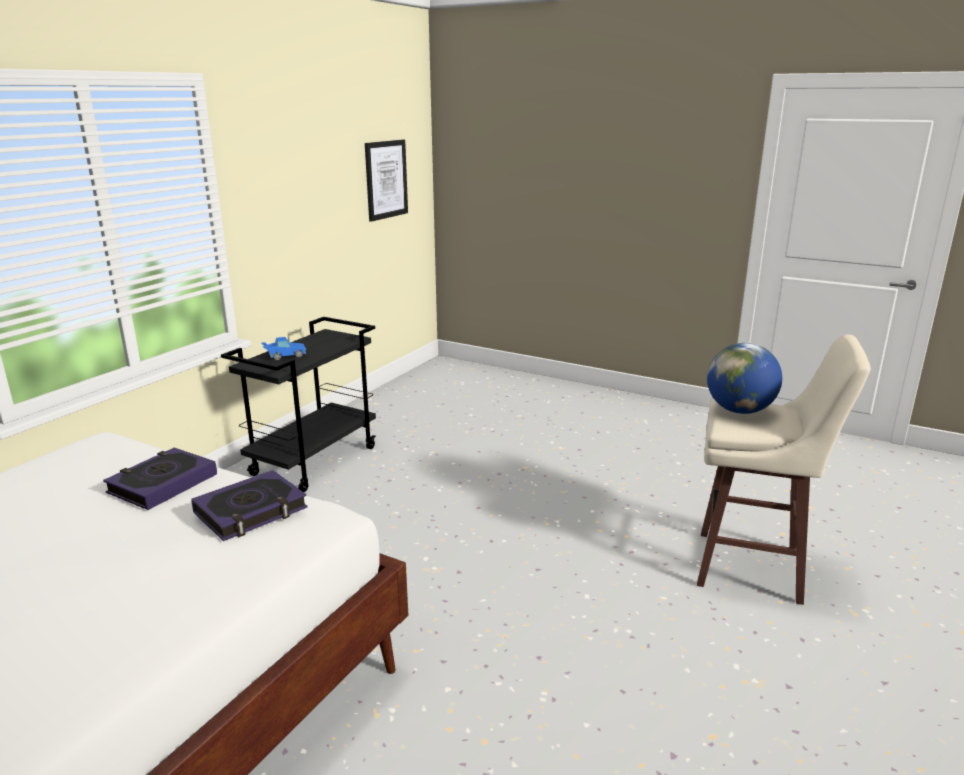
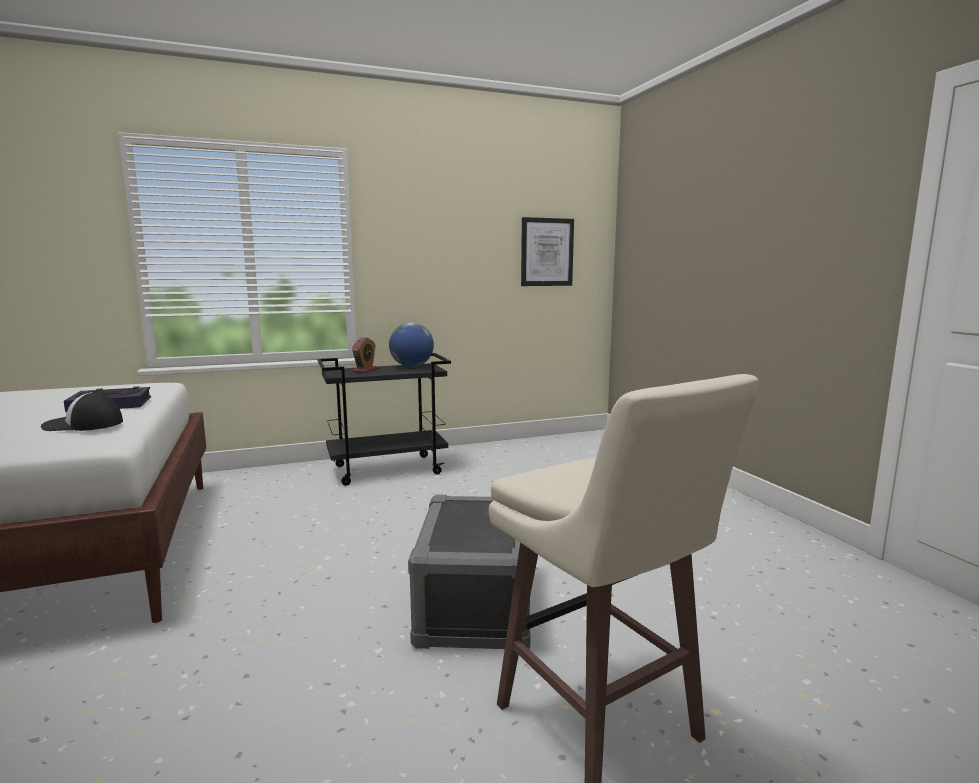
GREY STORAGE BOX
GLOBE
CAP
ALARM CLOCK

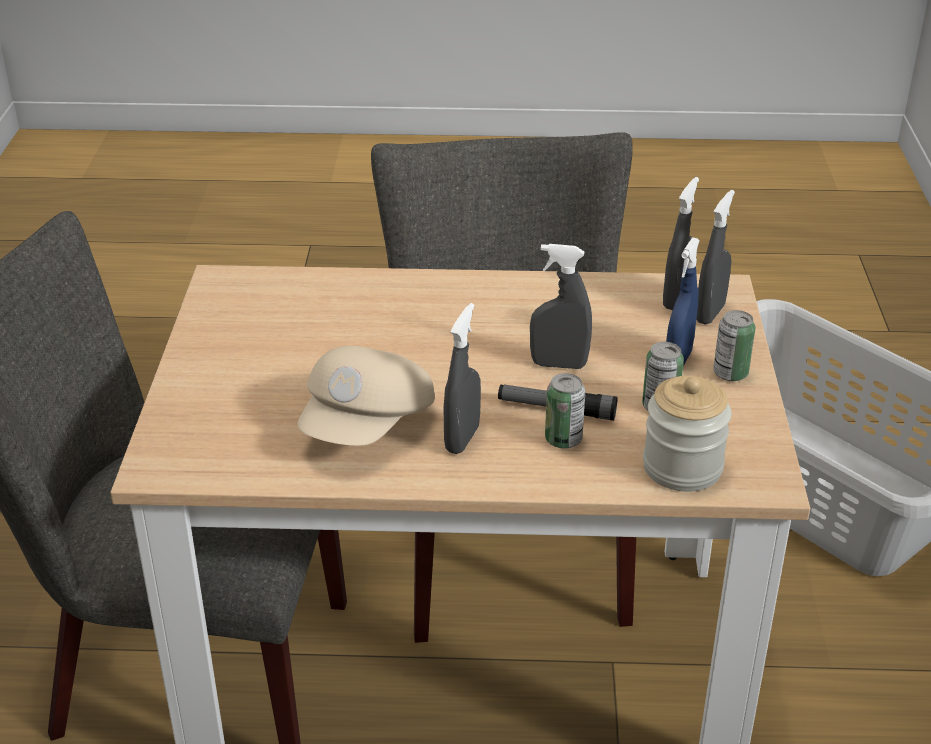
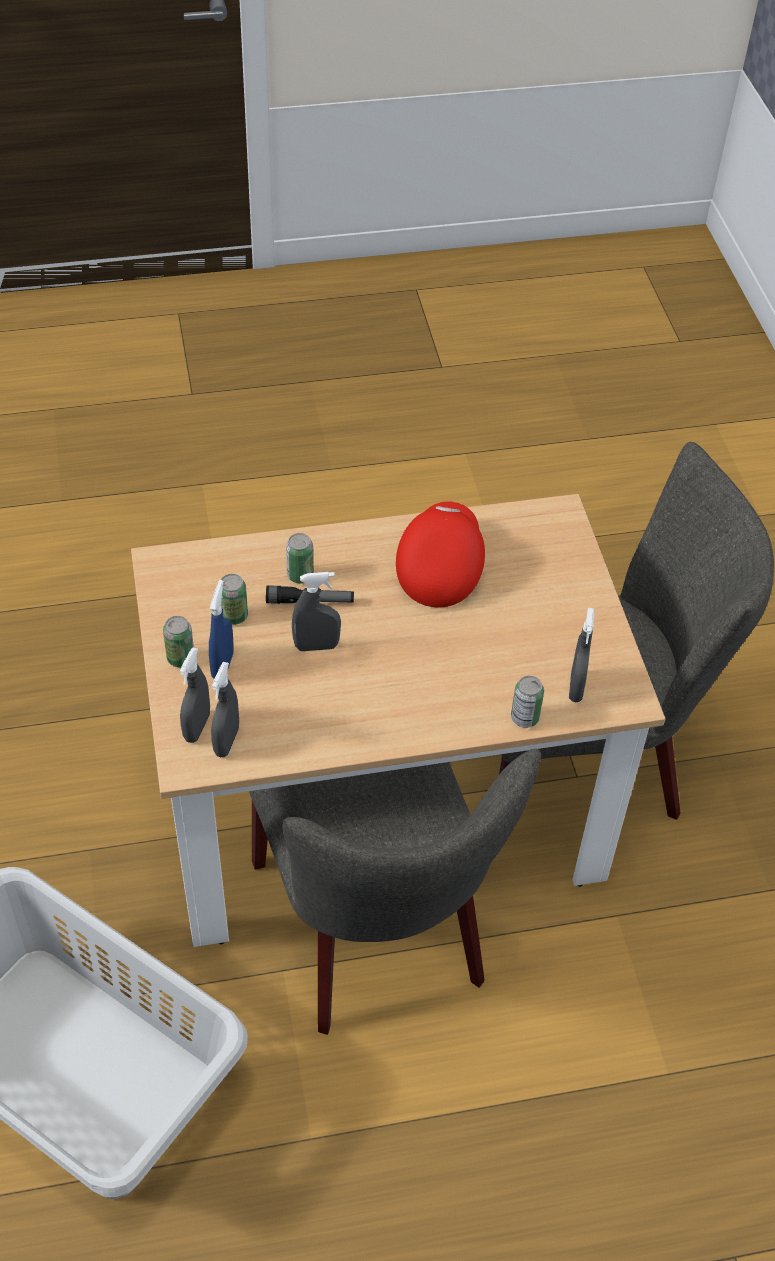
JAR
CAN (no. 4 from left)
GREY SPRAY BOTTLE (no. 4 from left)
RED CAP

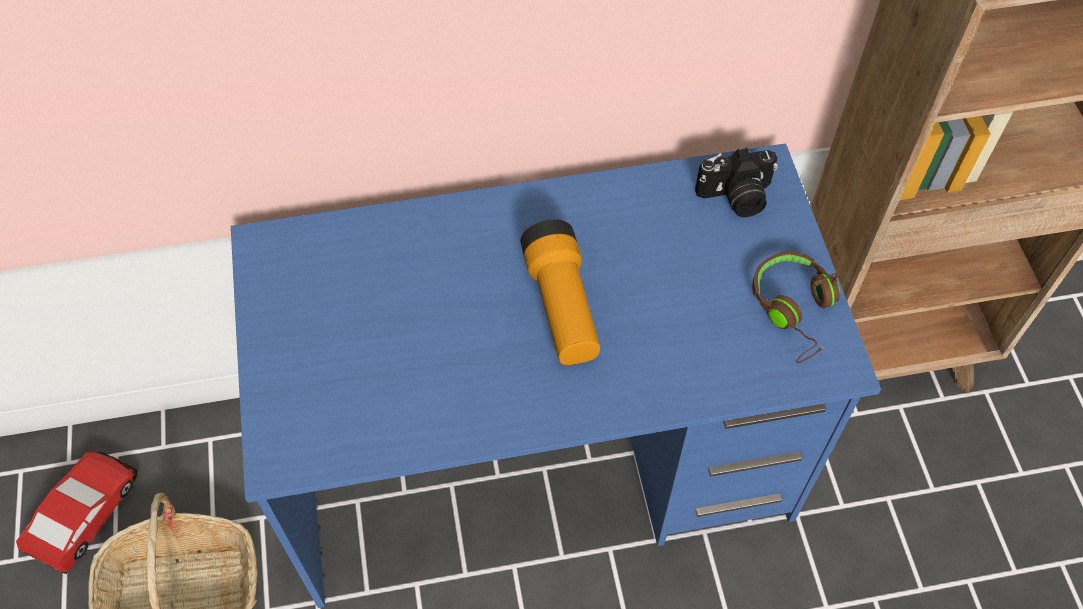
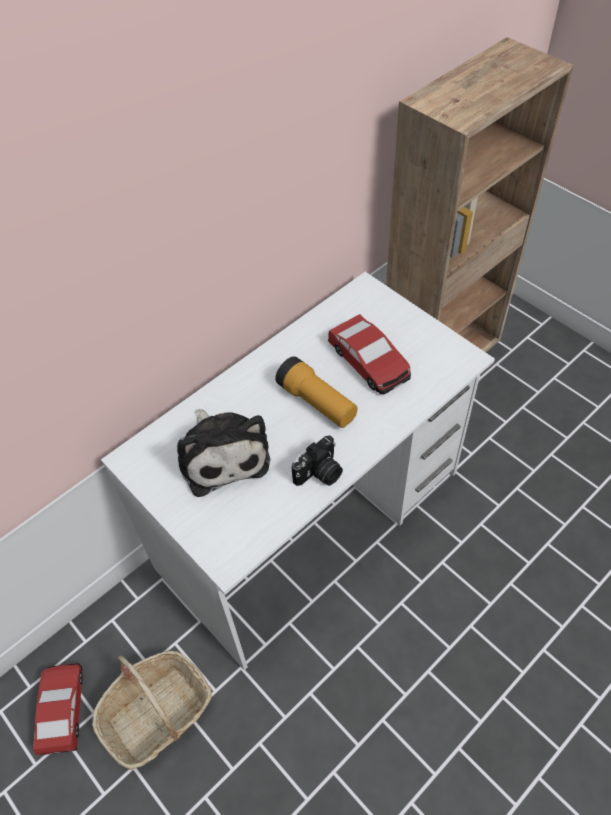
BROWN HEADPHONES
PLUSH TOY
TOY CAR (no. 2 from left)
PHOTO CAMERA
WHITE DESK

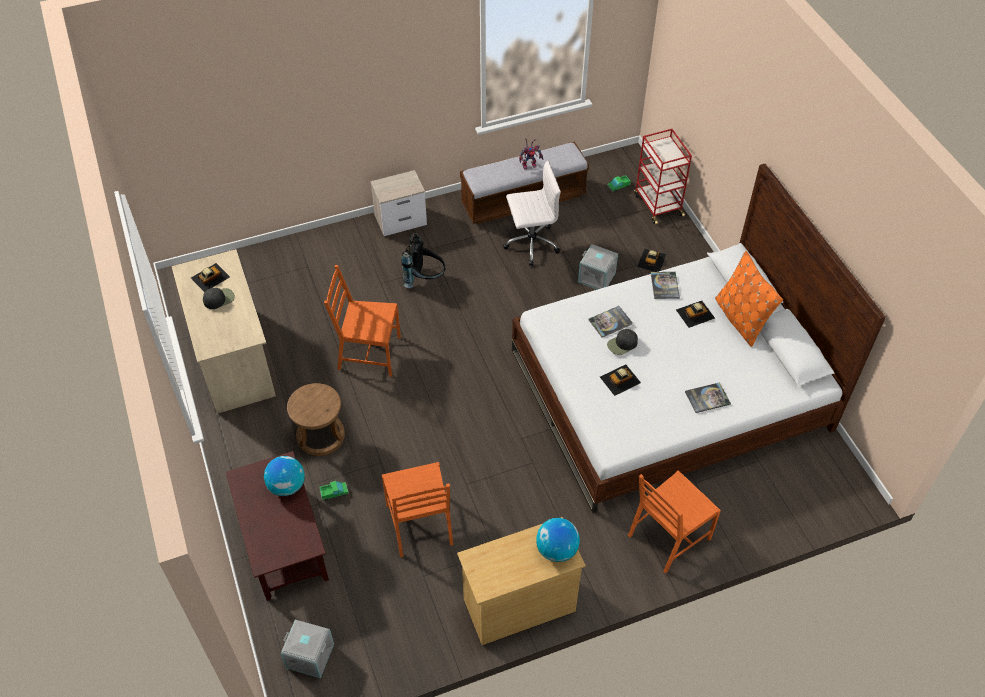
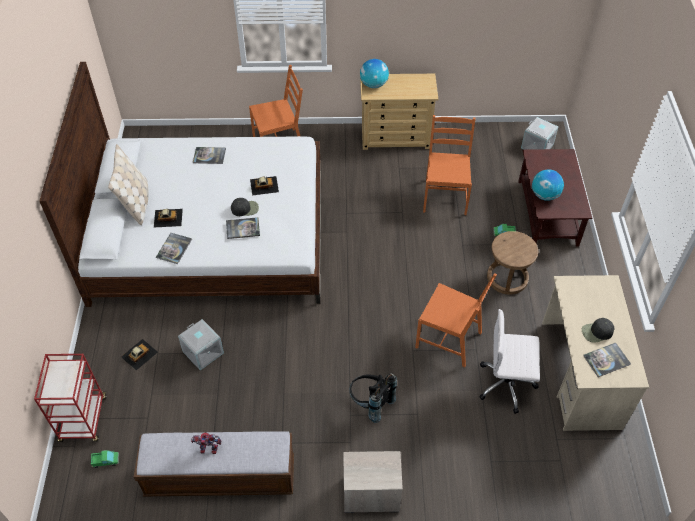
WHITE OFFICE CHAIR
BOOK (no. 4 from left)
BEIGE PILLOW

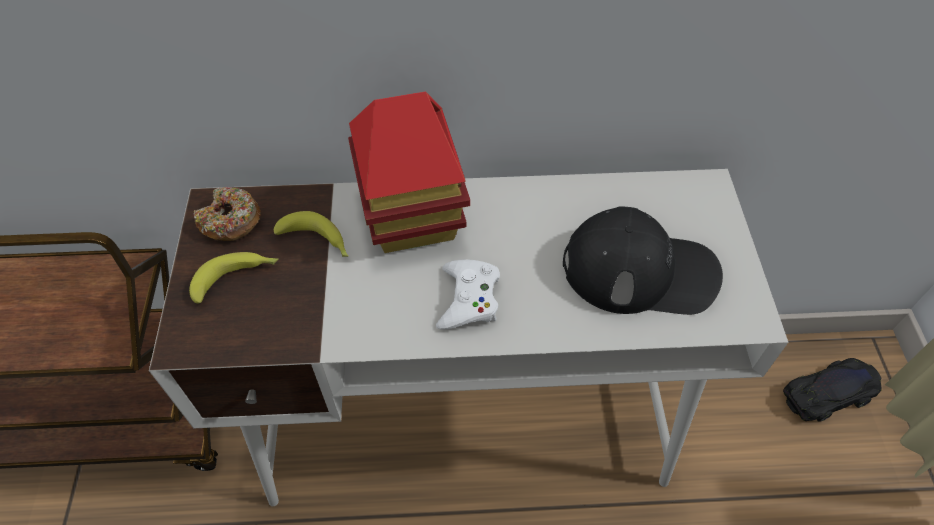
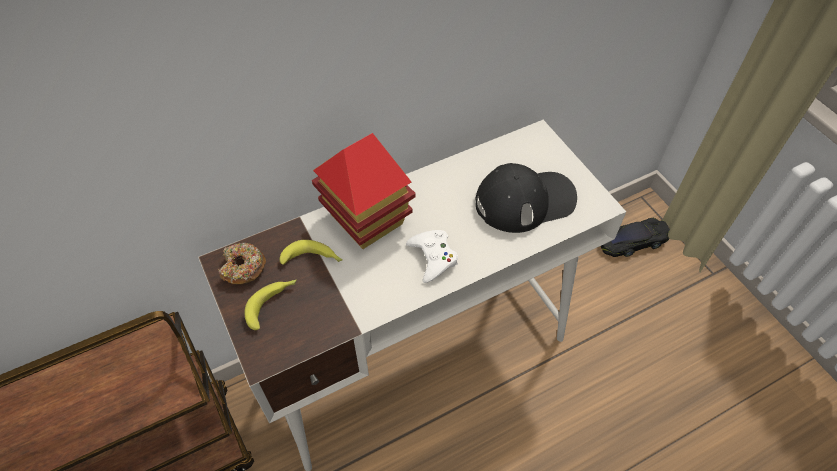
BLACK TOY CAR

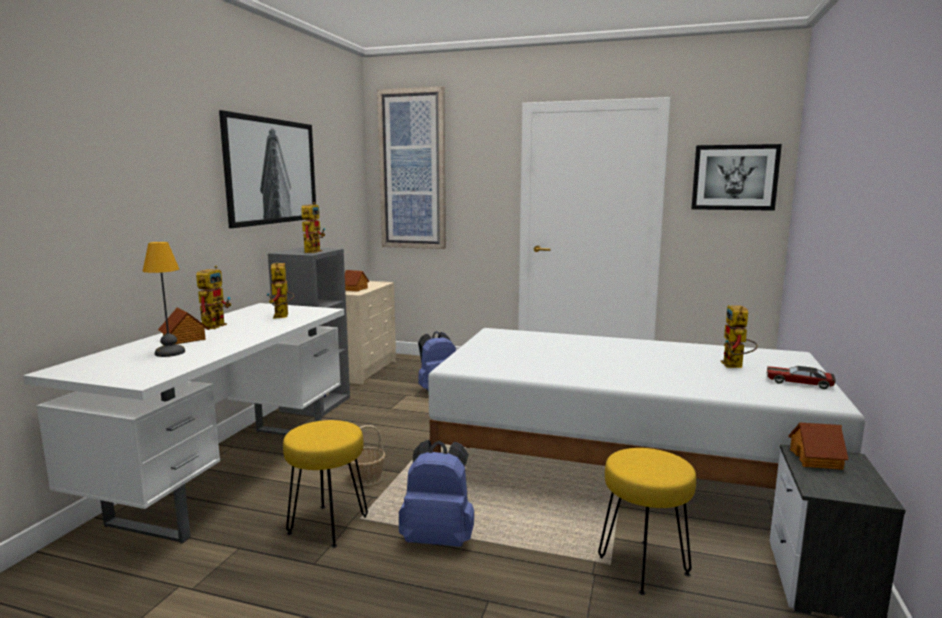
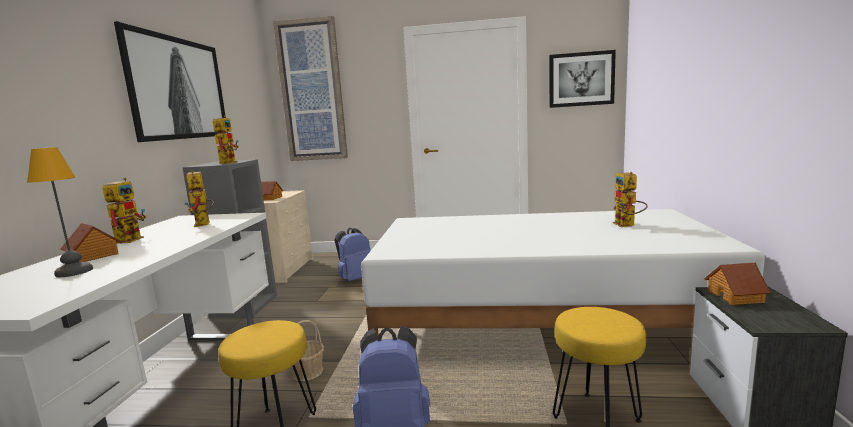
TOY CAR

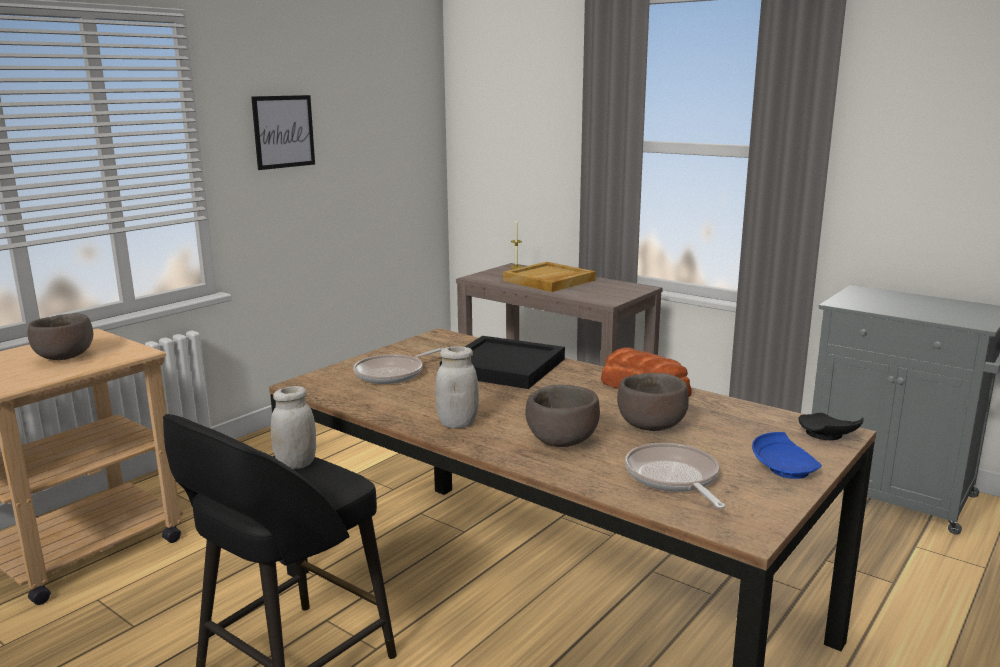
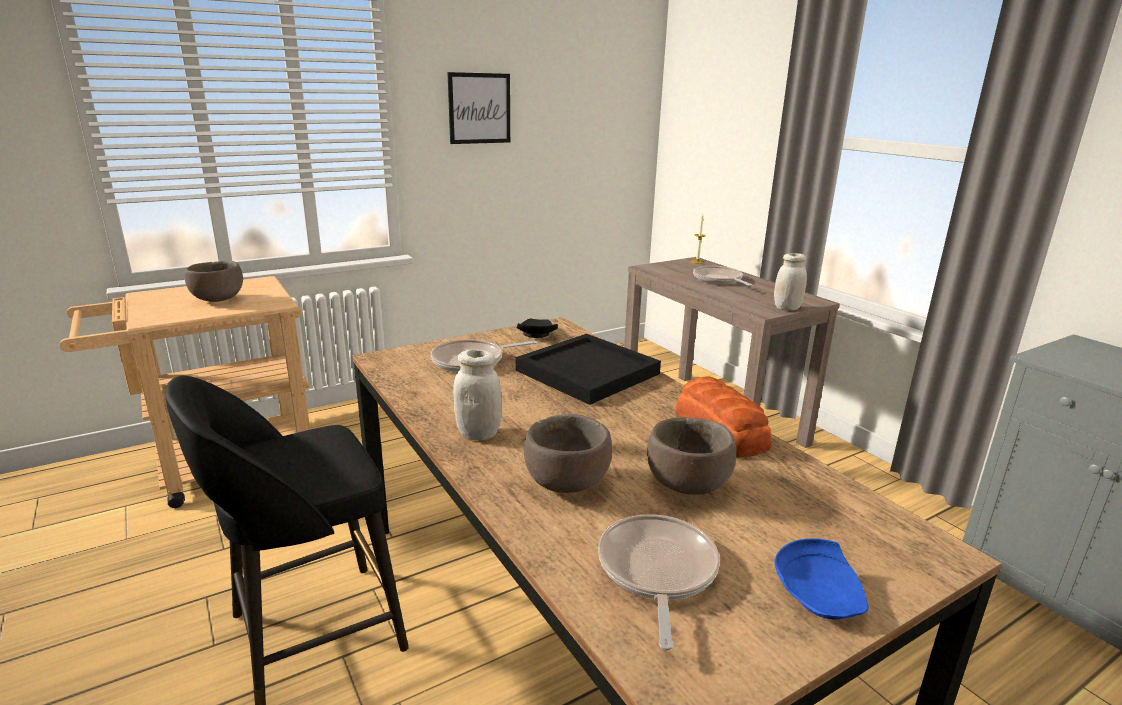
WHITE JAR (no. 2 from left)
BLACK PLATE
FRYING PAN (no. 3 from left)

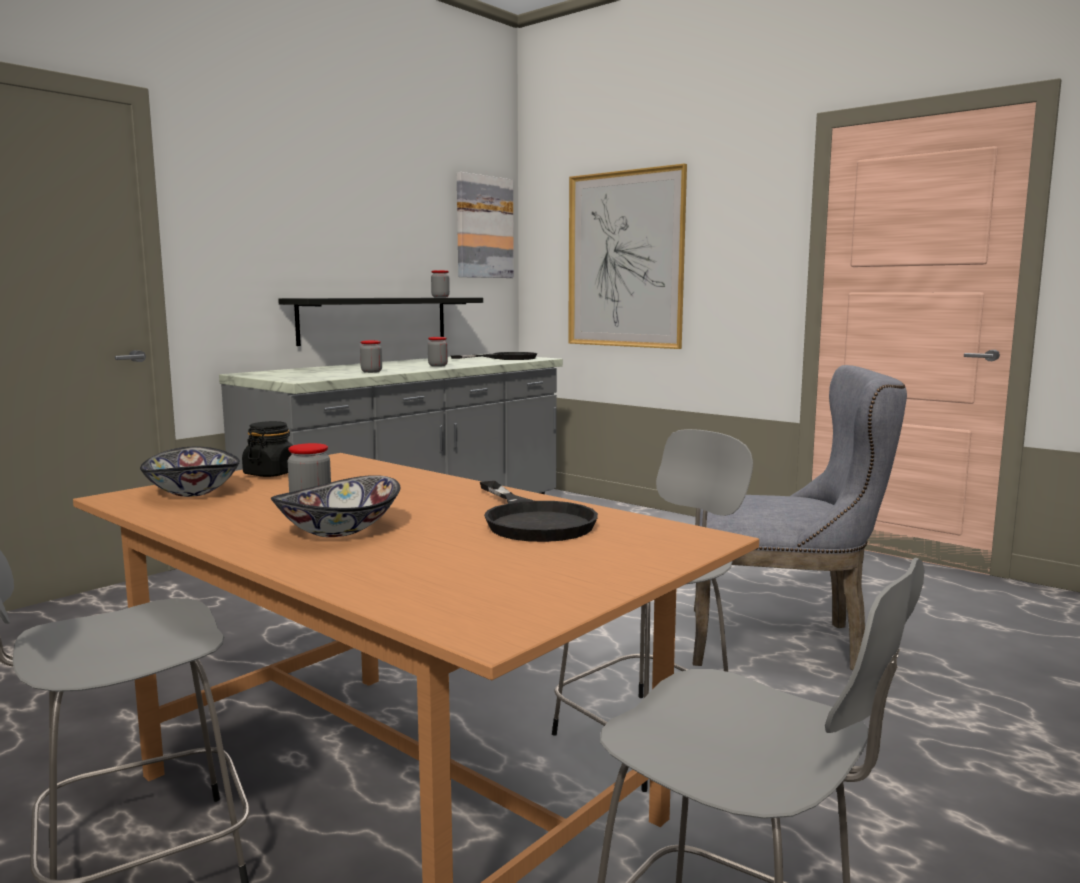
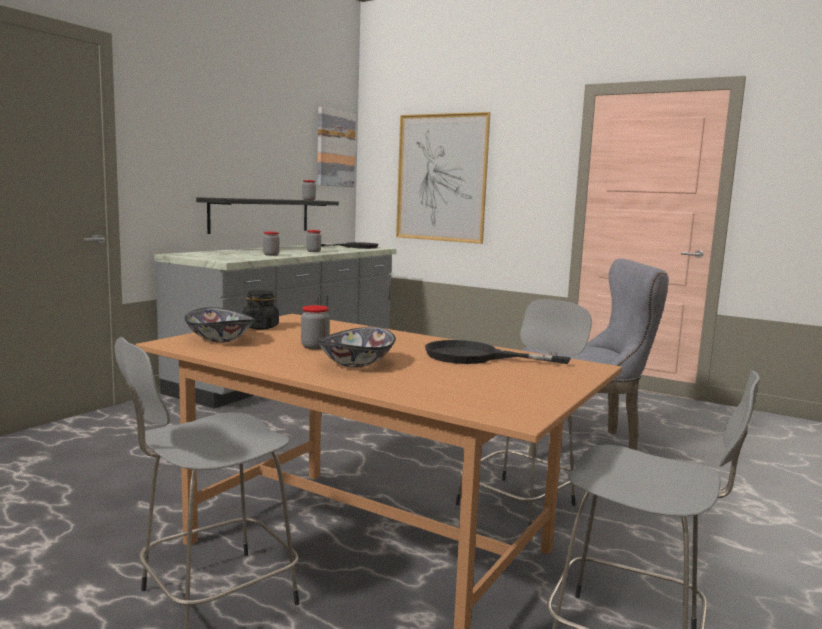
BLACK FRYING PAN (no. 2 from left)

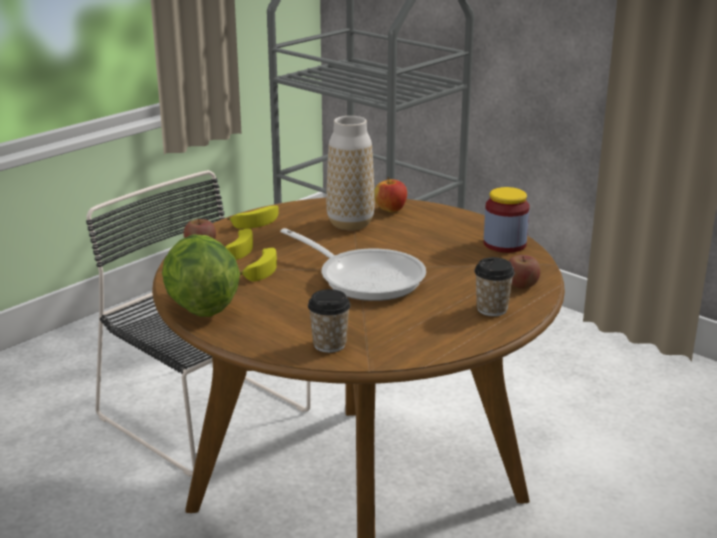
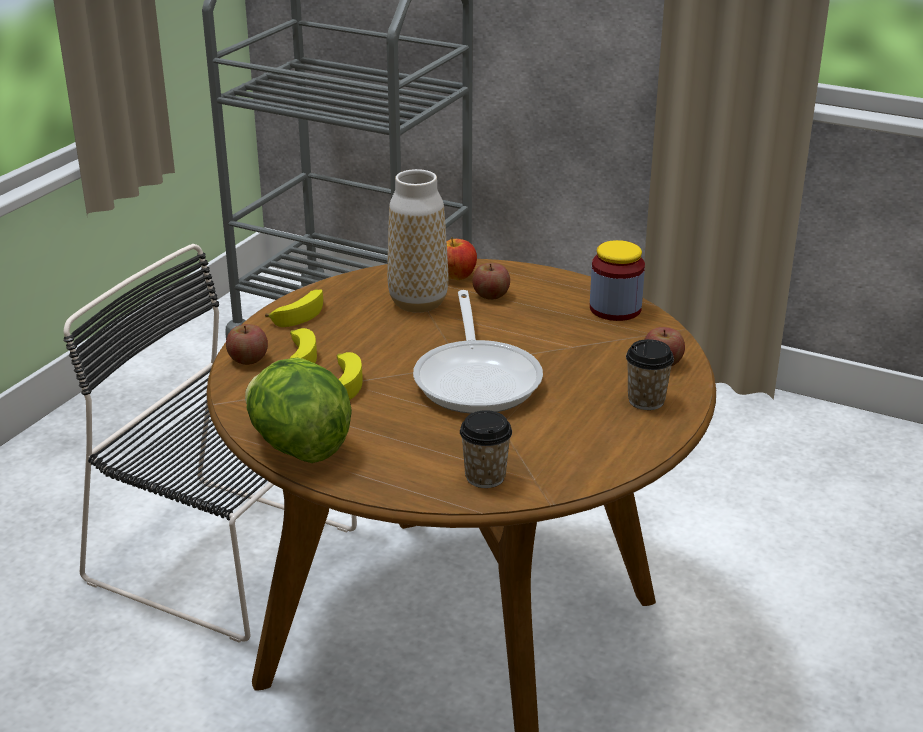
APPLE (no. 3 from left)
FRYING PAN

